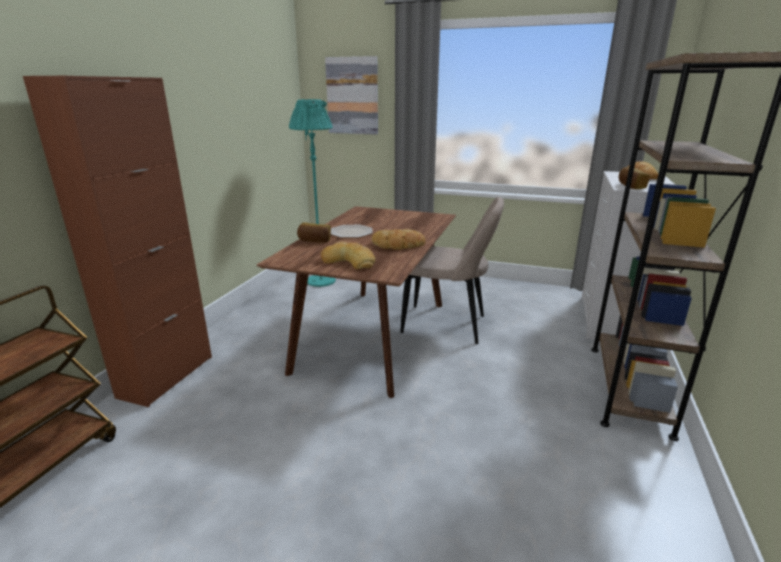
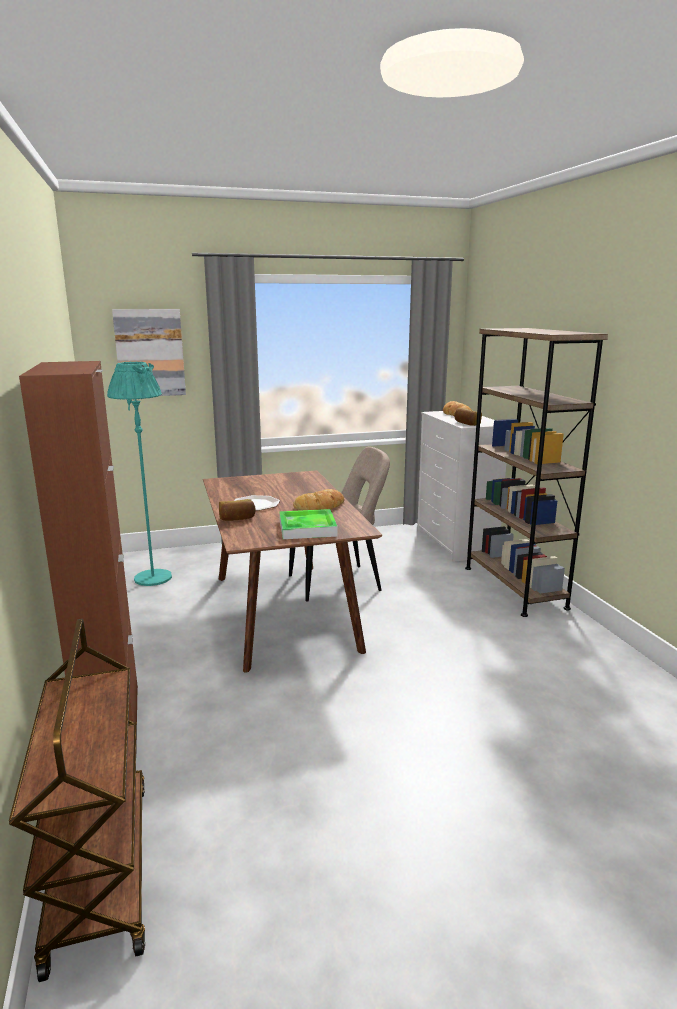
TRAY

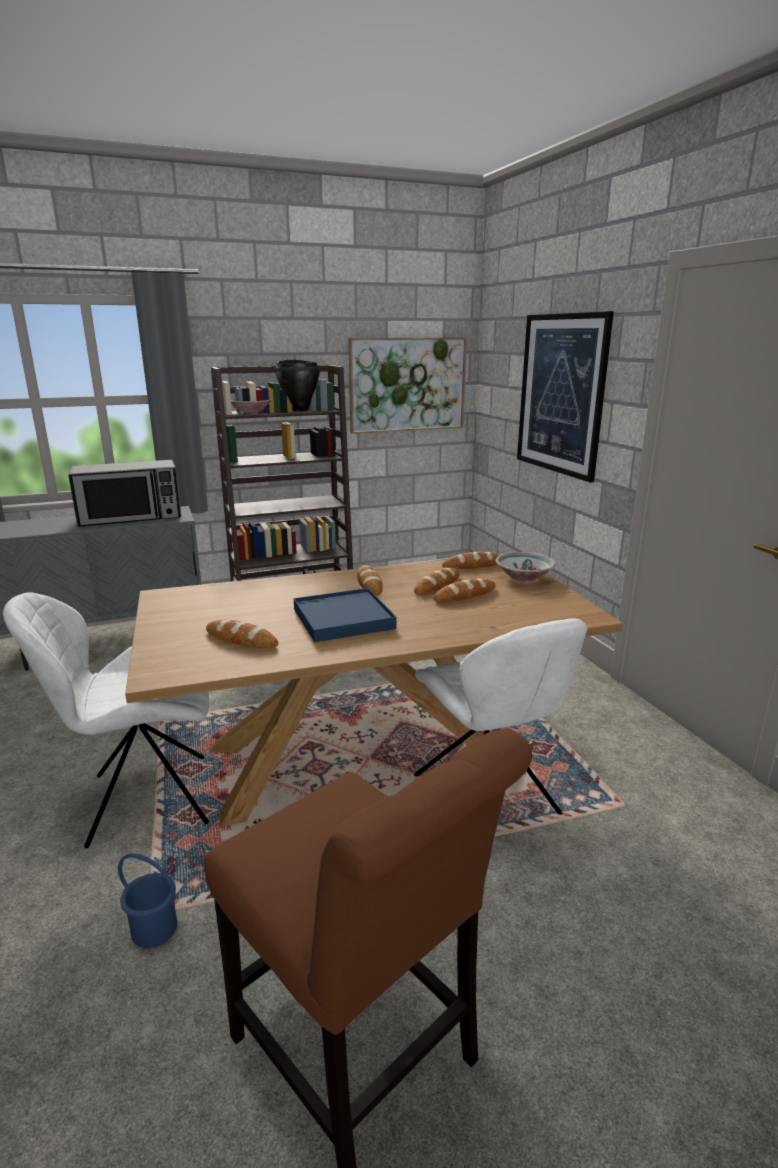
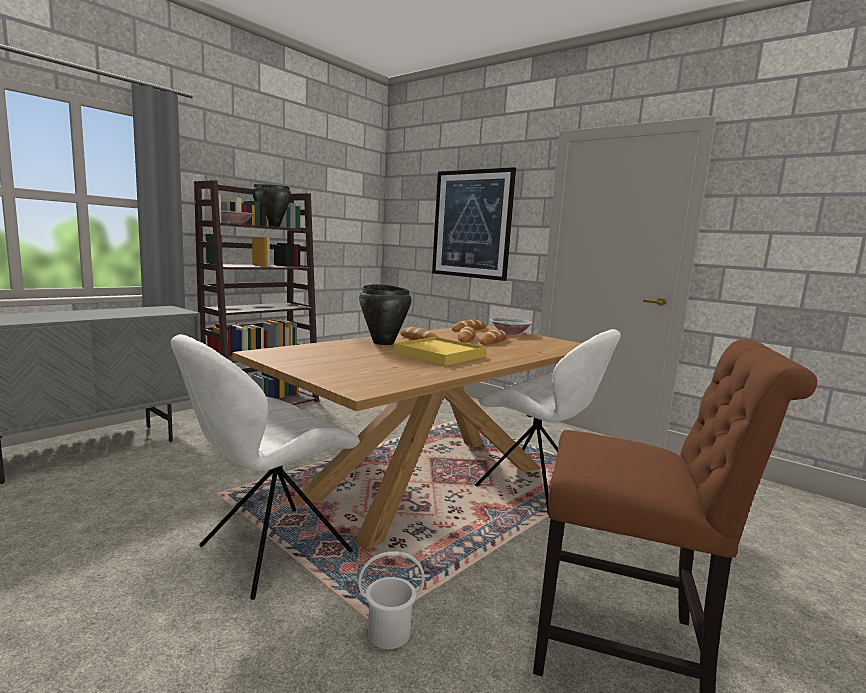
MICROWAVE
BREAD (no. 1 from left in the first image)
PICTURE (no. 1 from left in the first image)
BLACK COOKING POT (no. 2 from left)
WHITE BUCKET
YELLOW TRAY

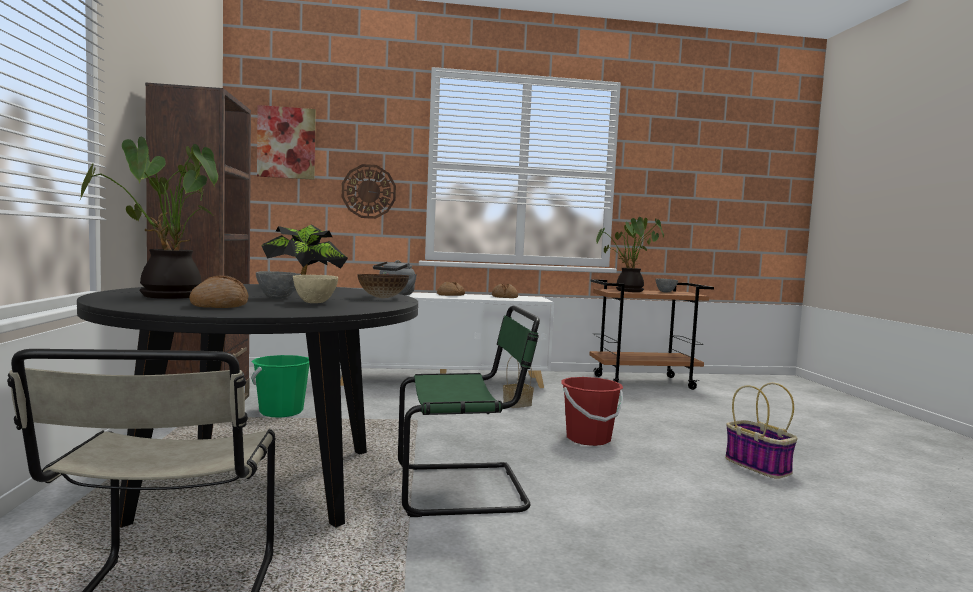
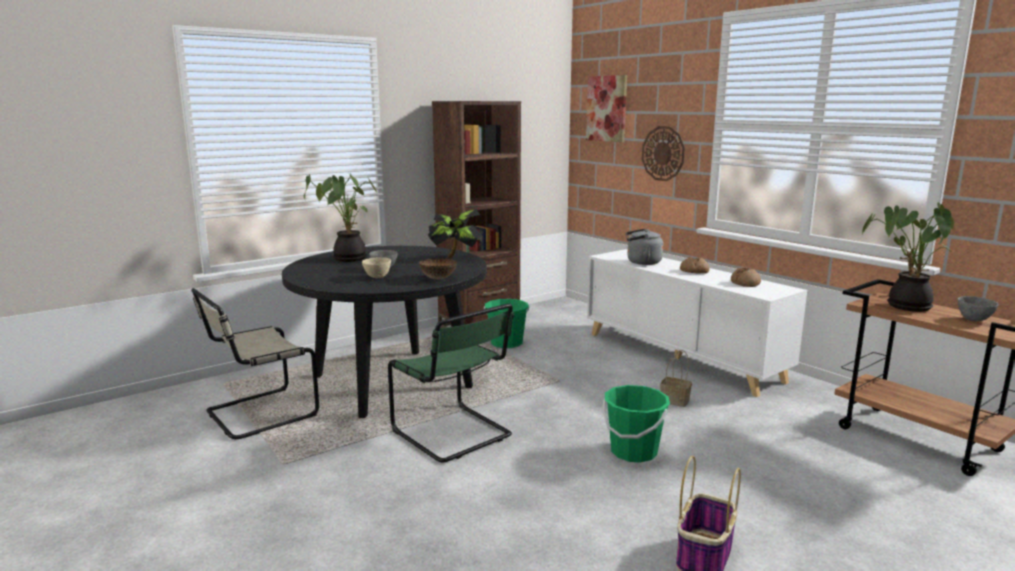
BREAD (no. 1 from left in the first image)
GREEN BUCKET (no. 2 from left)

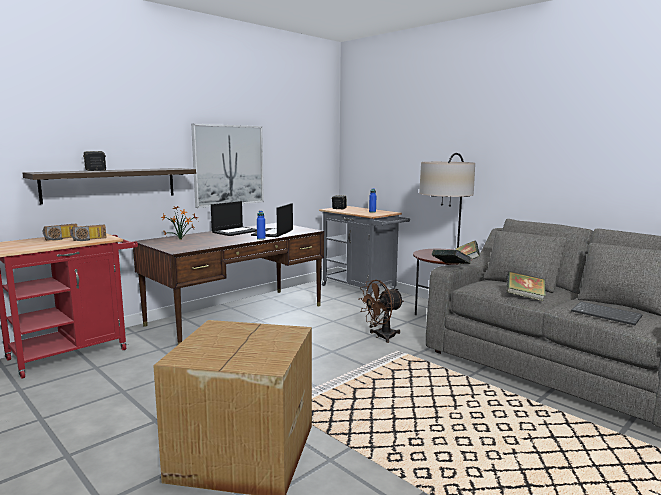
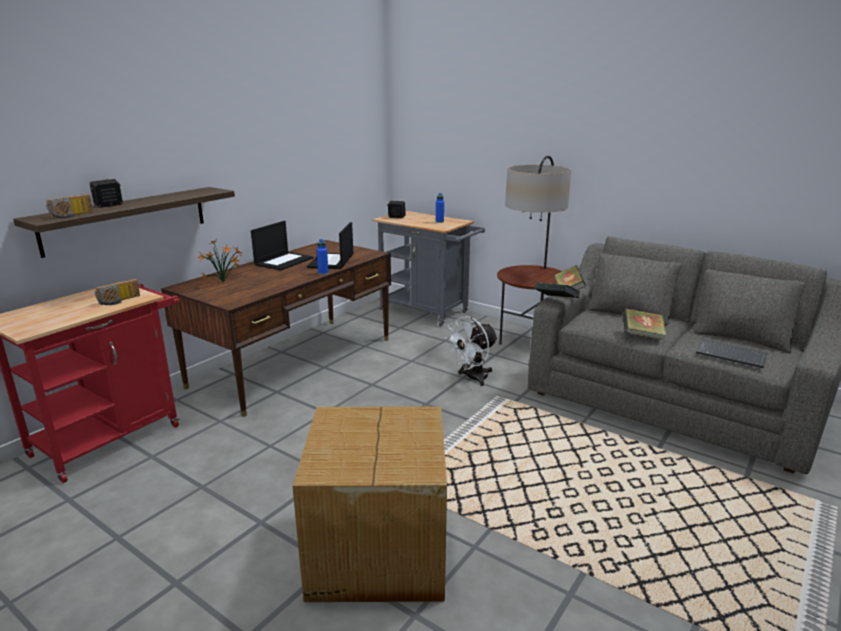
PICTURE
RADIO (no. 1 from left)
WHITE FAN

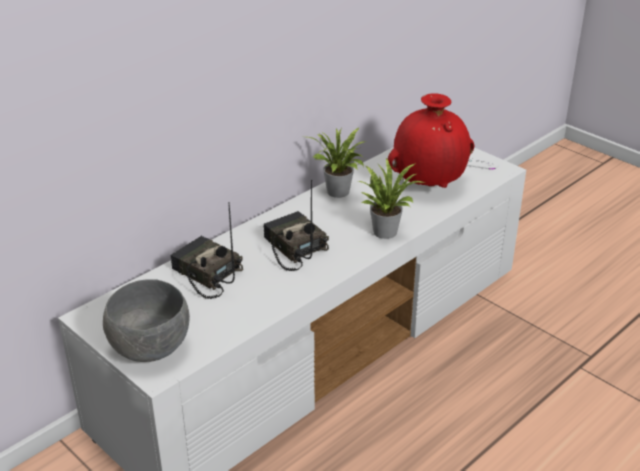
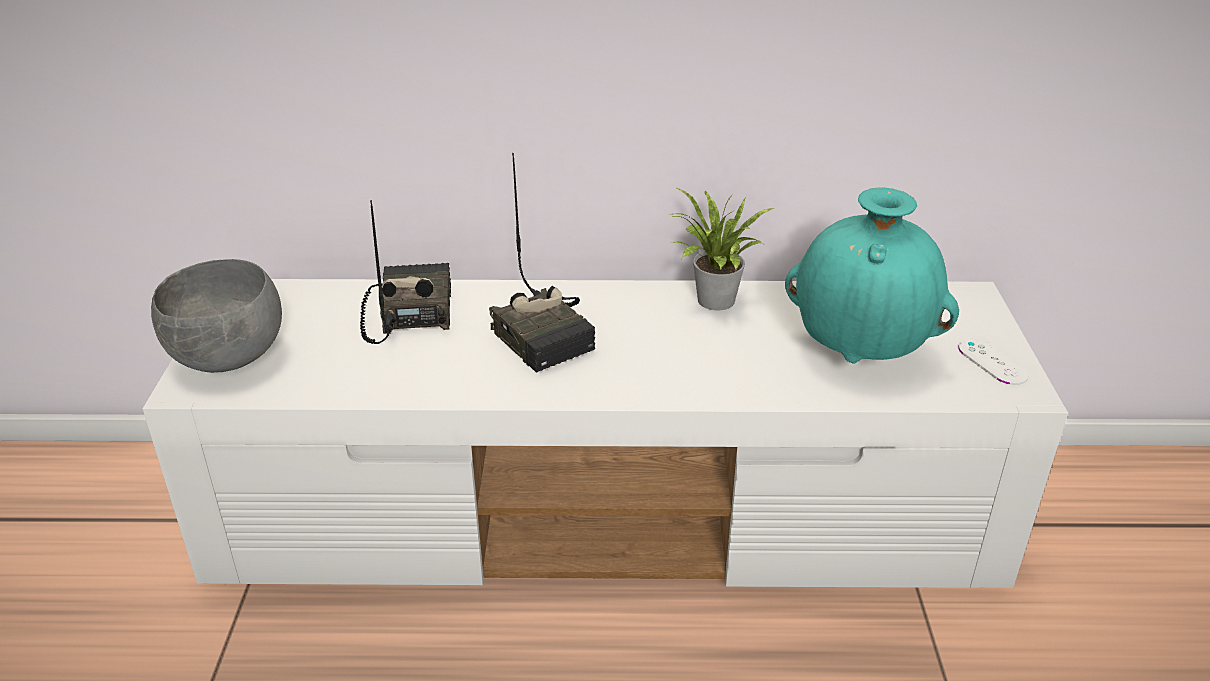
POTTED PLANT (no. 2 from left in the first image)
TURQUOISE VASE
RADIO (no. 2 from left)

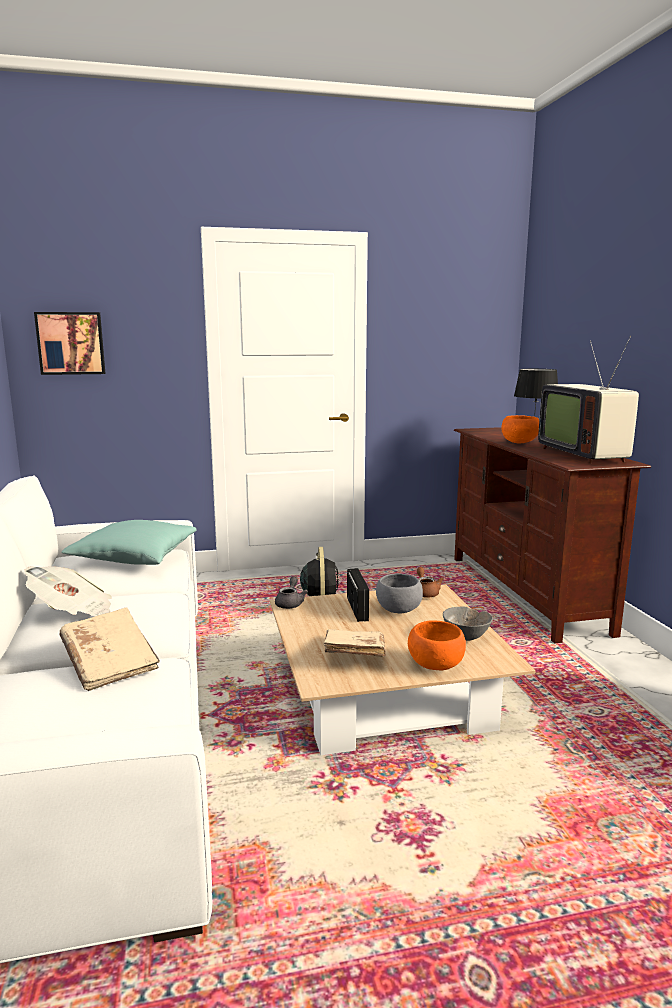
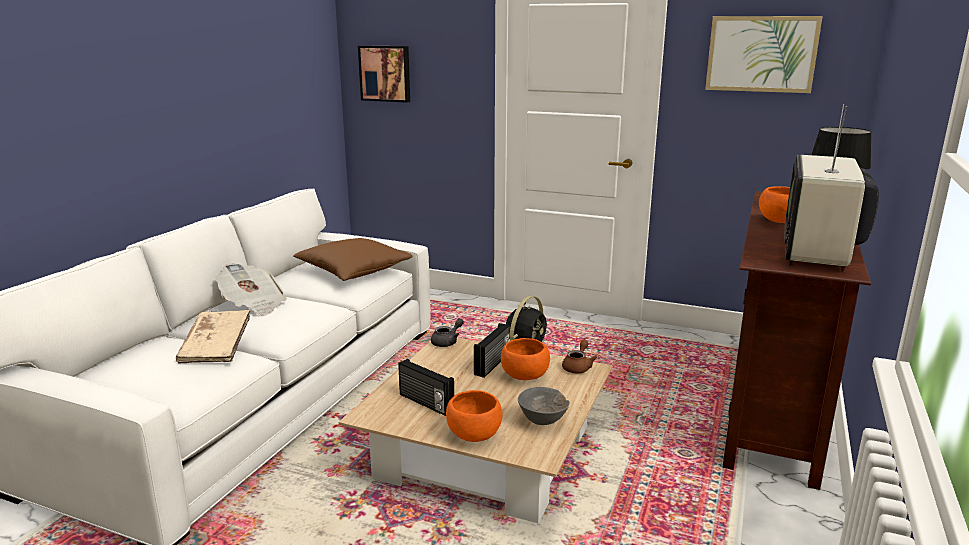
PICTURE (no. 2 from left)
RADIO (no. 1 from left)
BROWN PILLOW
ORANGE BOWL (no. 2 from left)

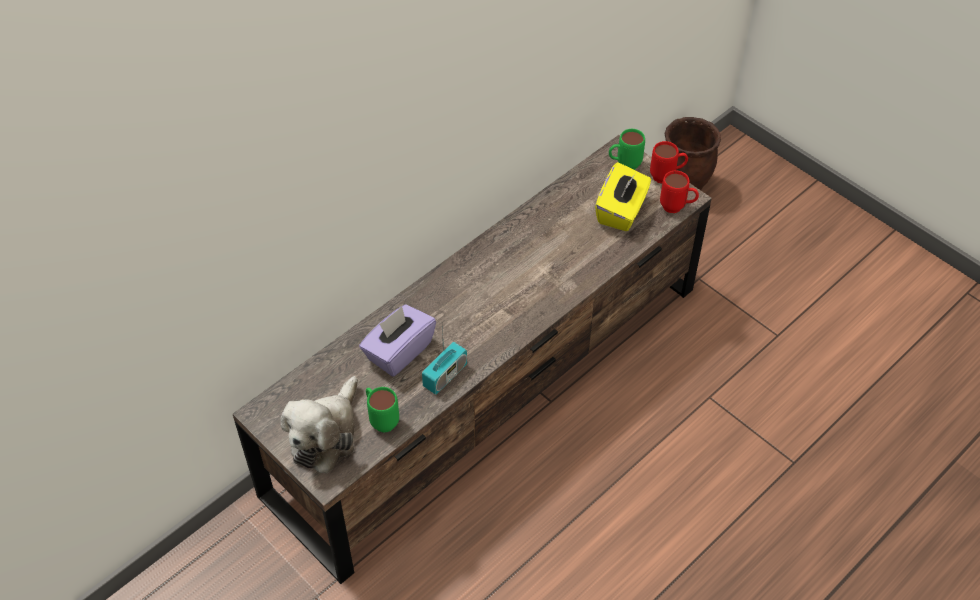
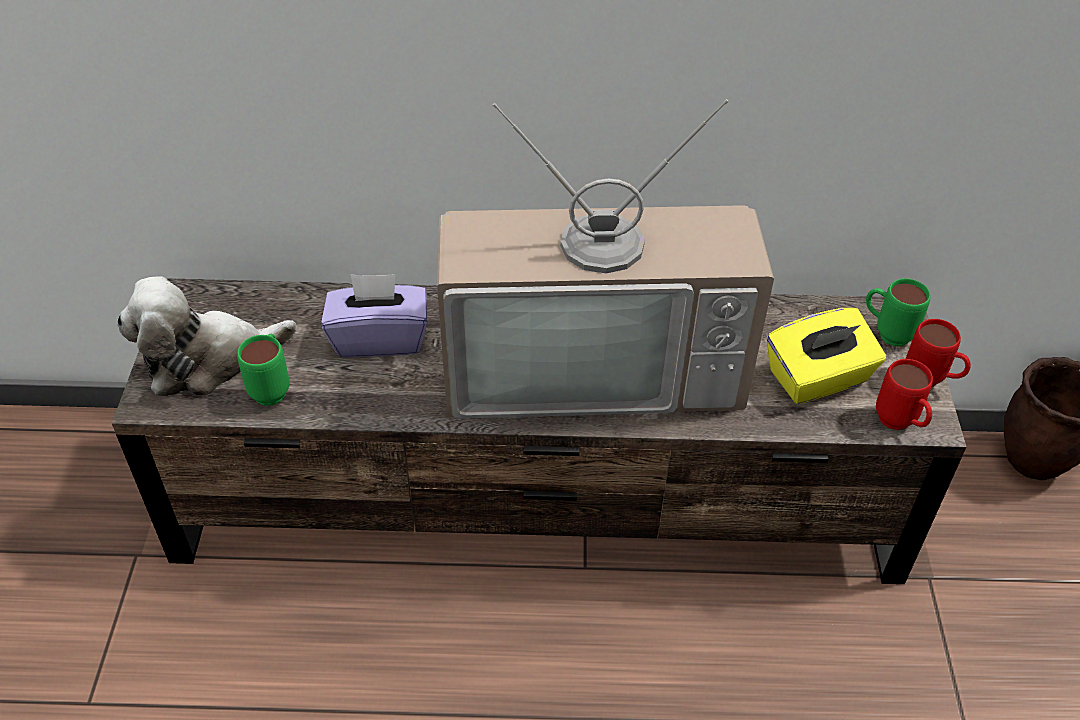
RADIO
TELEVISION

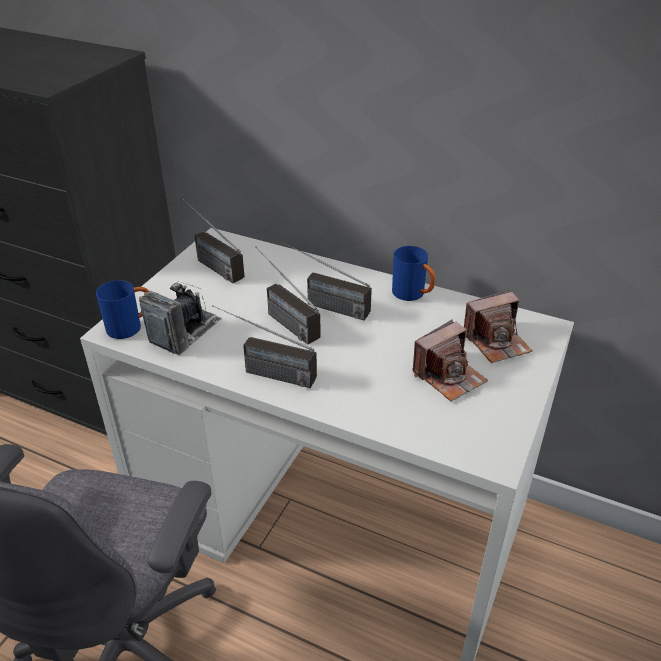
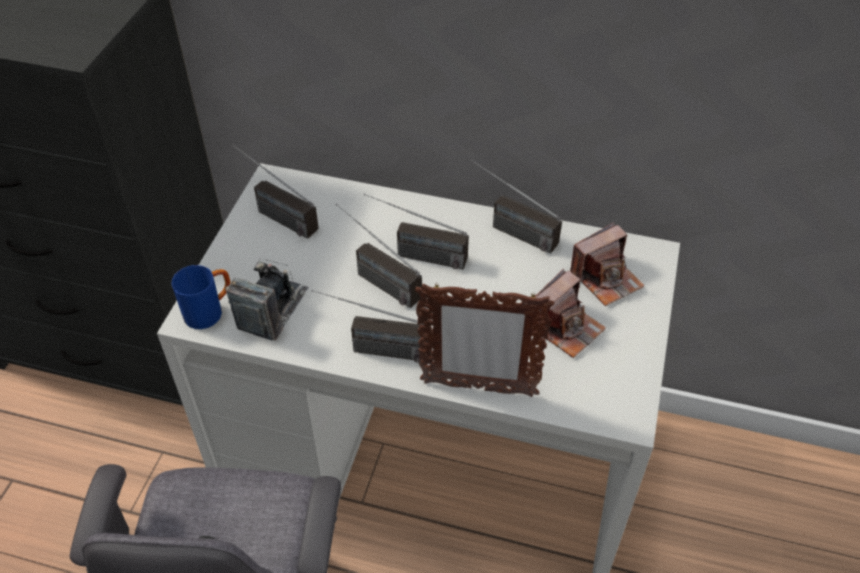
PICTURE FRAME
RADIO (no. 5 from left)

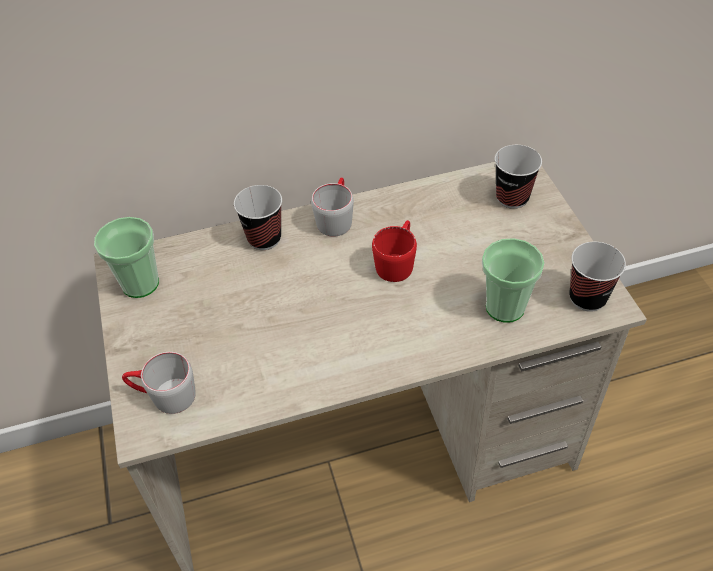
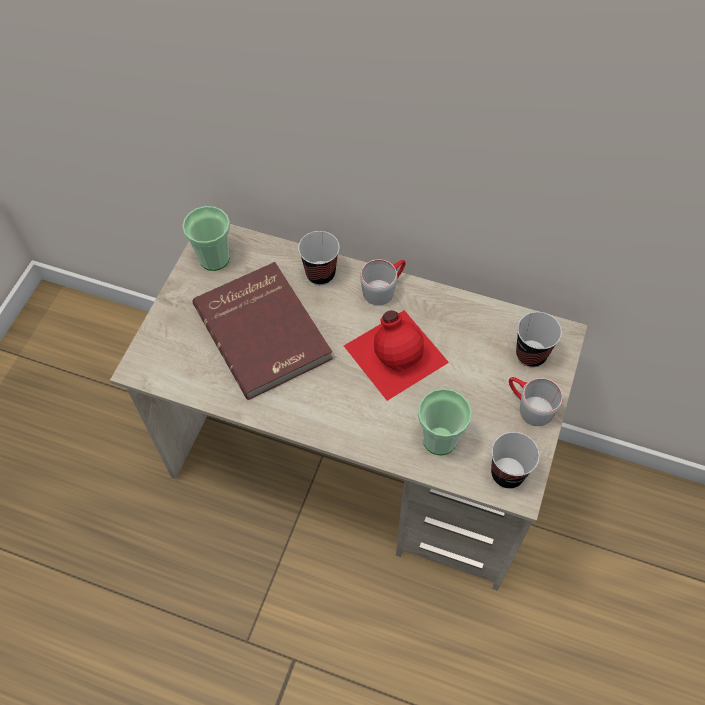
RED BOOK
GREY MUG (no. 2 from left)
RED BOTTLE

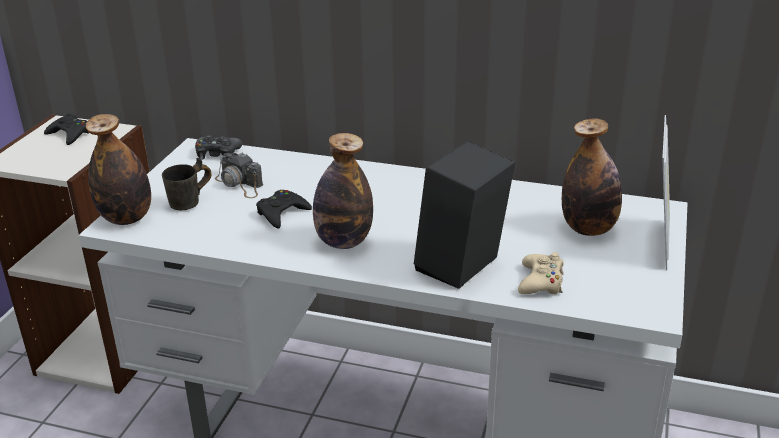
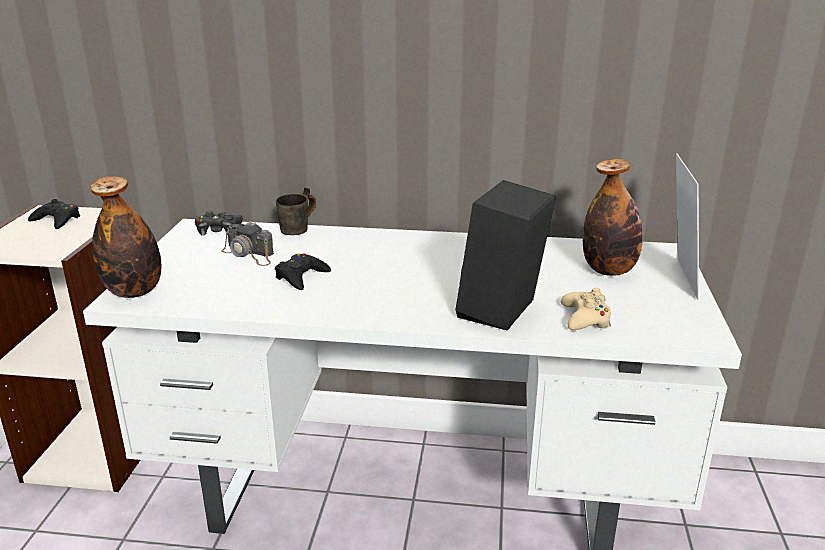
BOTTLE (no. 2 from left in the first image)
GREY MUG

